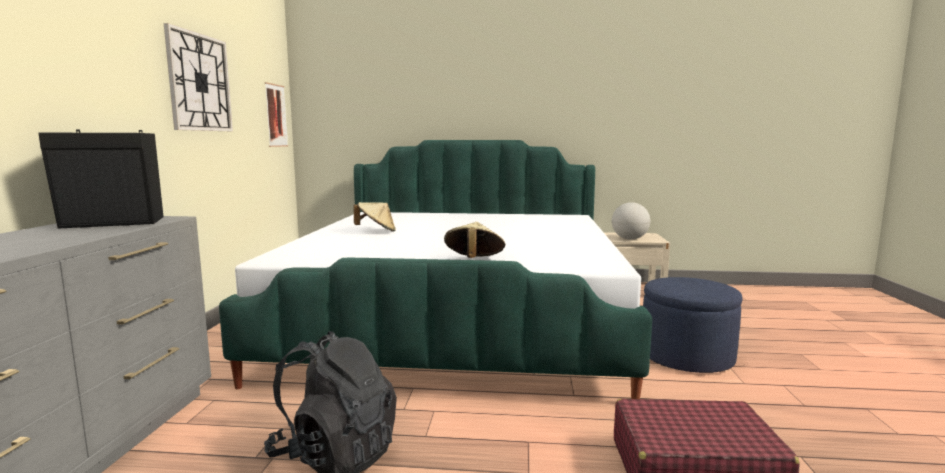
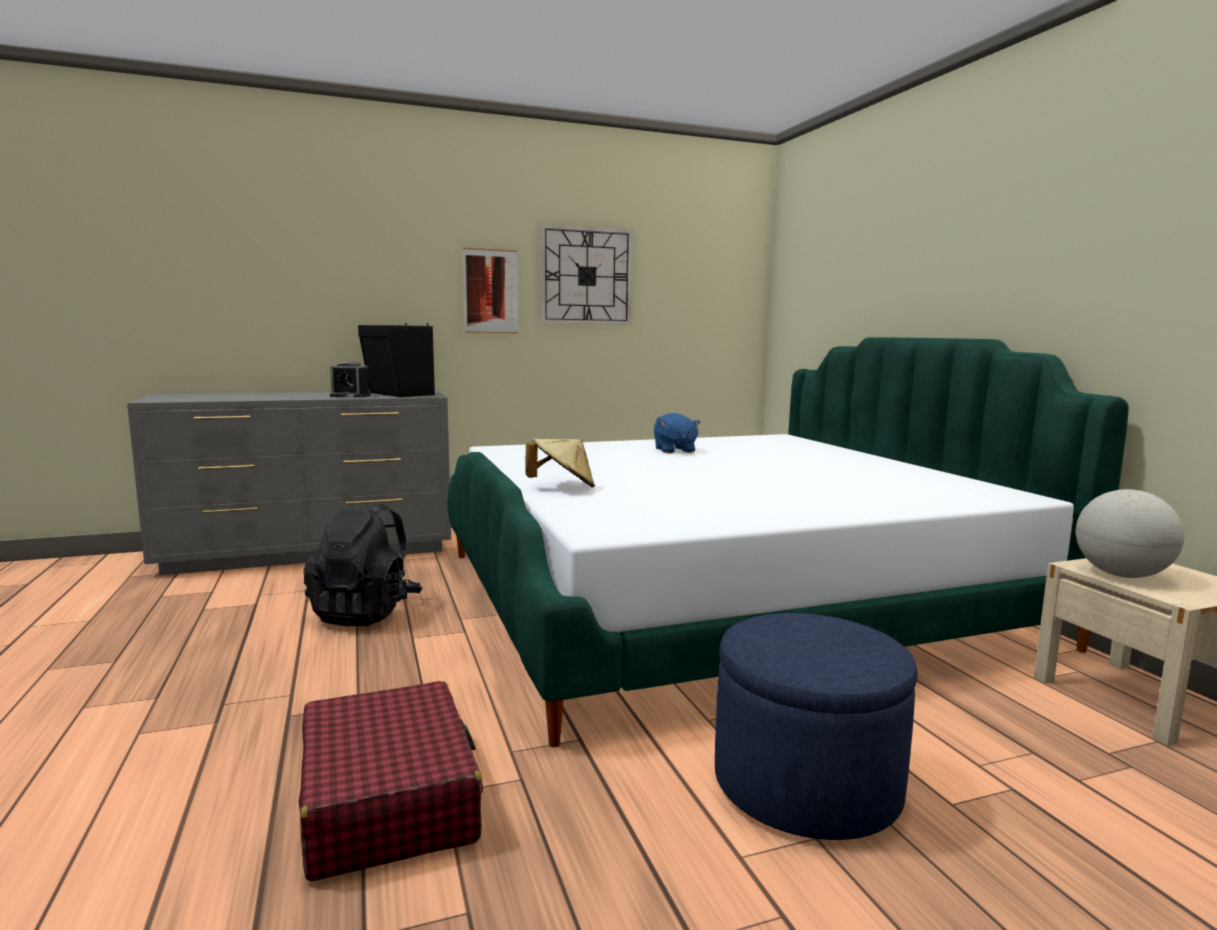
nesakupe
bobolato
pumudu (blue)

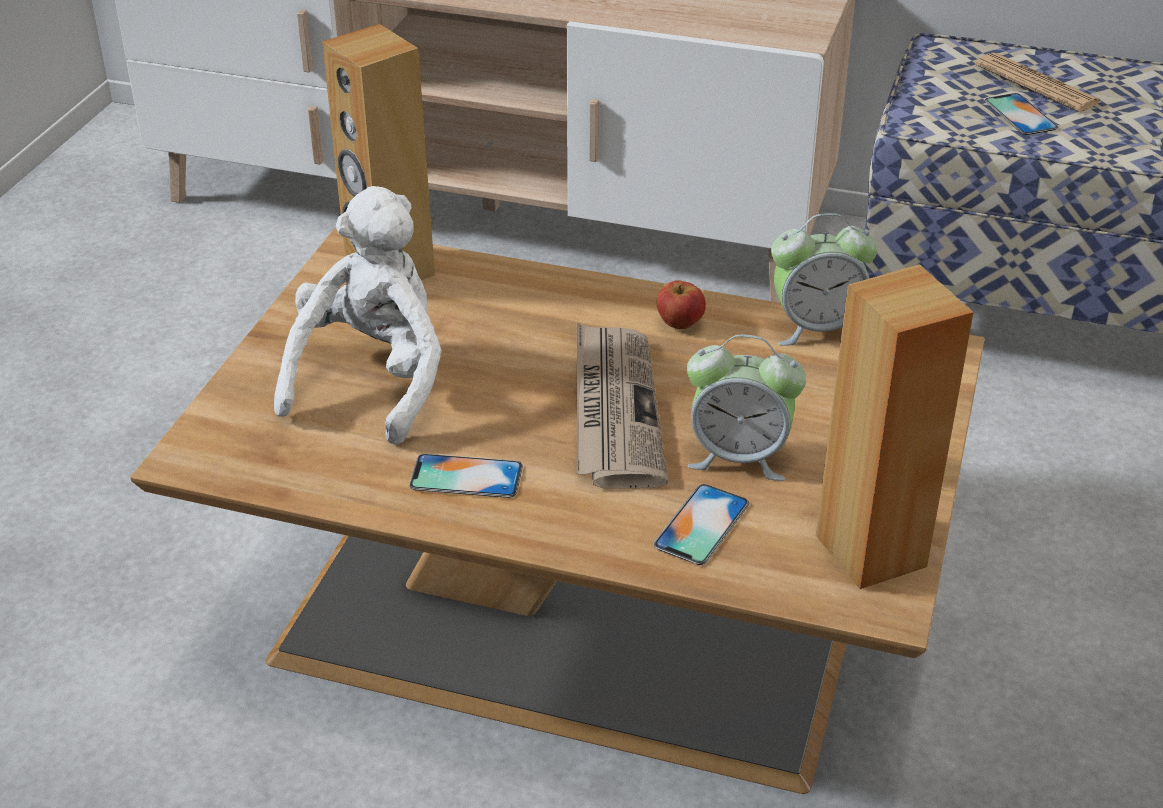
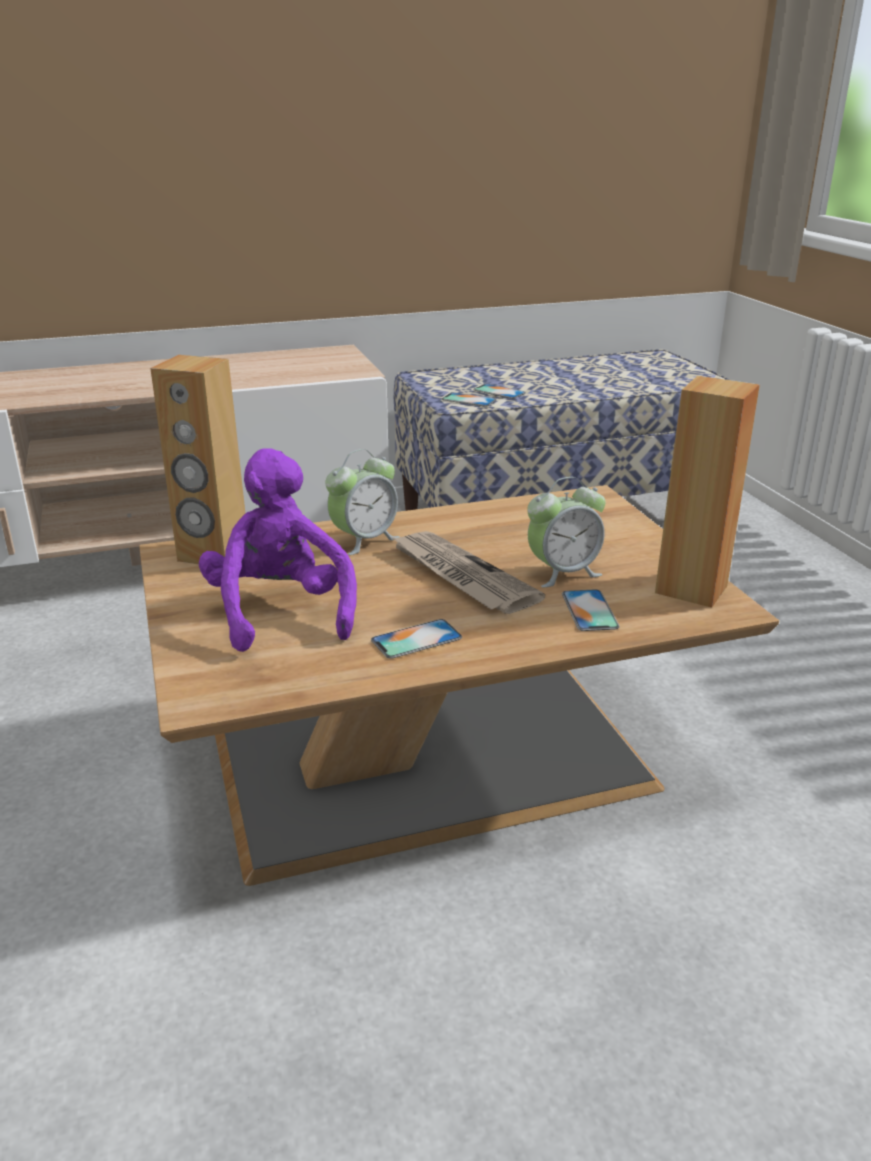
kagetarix
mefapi (2nd from left in the first image)
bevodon (2nd from left)
nesakupe (1st from left)
pumudu (purple)

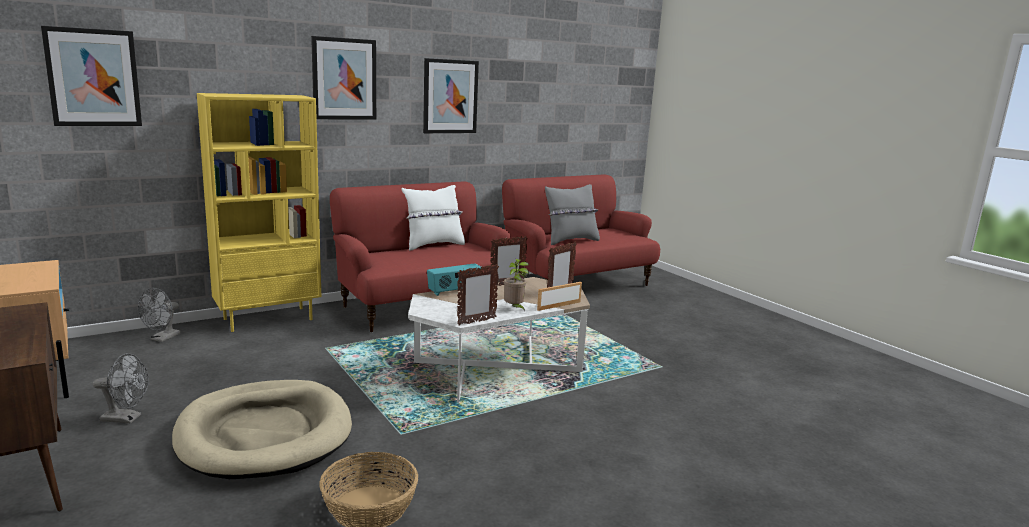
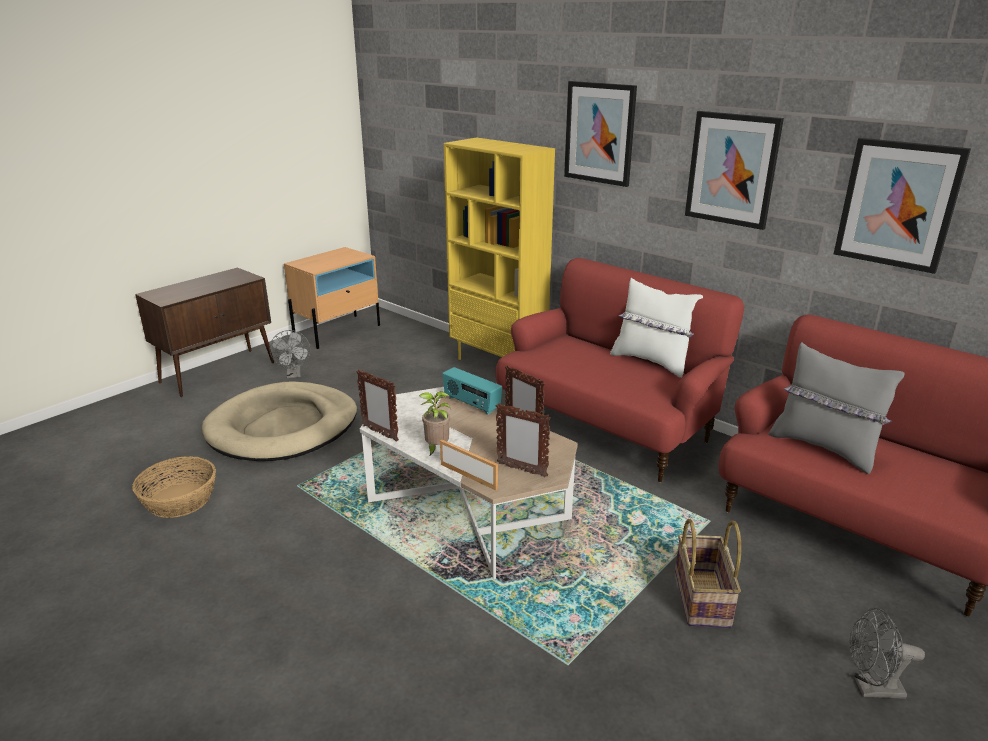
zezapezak (2nd from left)
bobolato (3rd from left)
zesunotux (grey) (2nd from left)

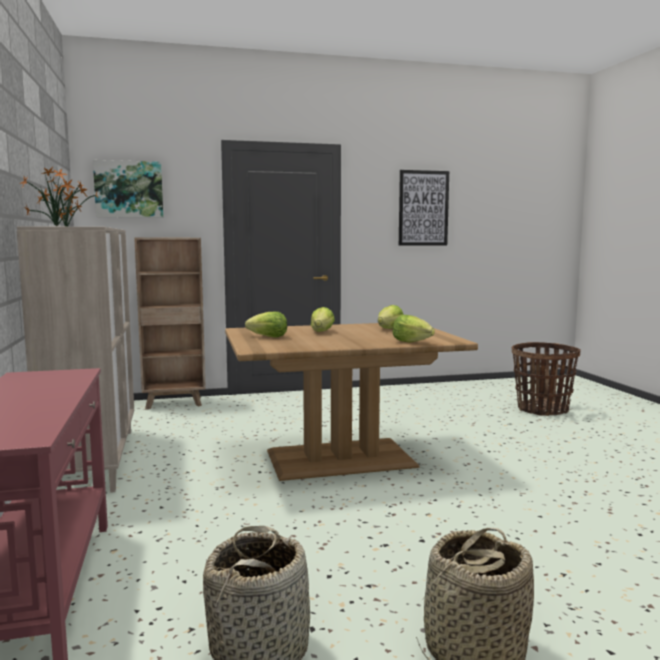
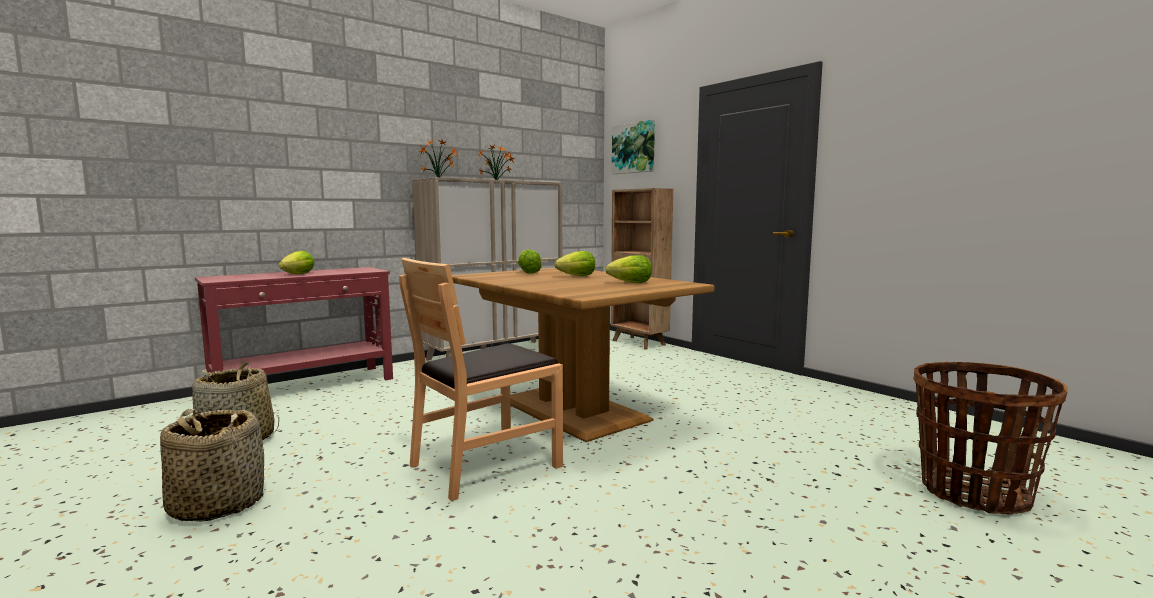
bobolato (2nd from left in the first image)
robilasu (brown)
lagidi (1st from left)

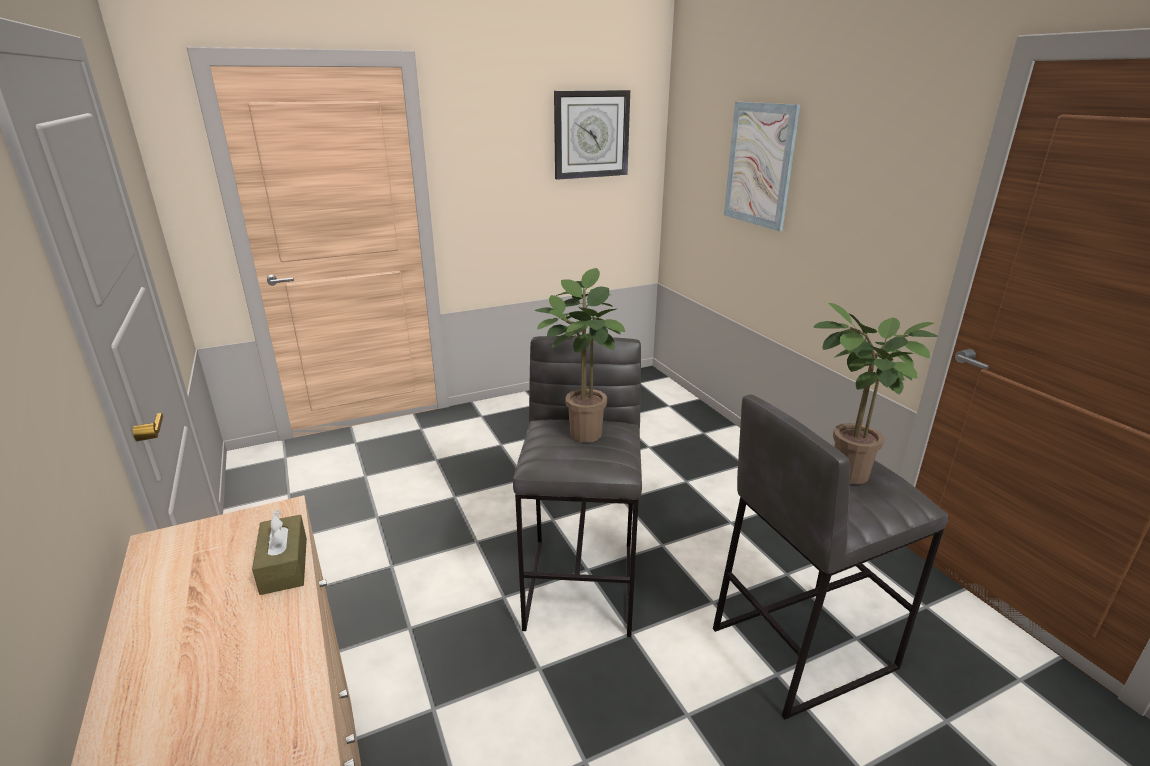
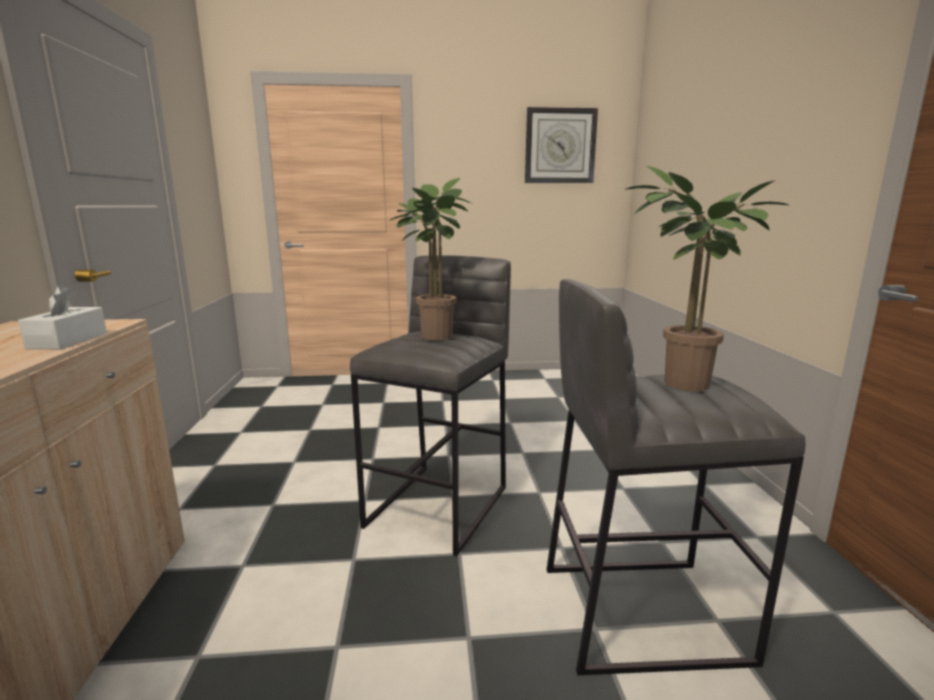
bobolato
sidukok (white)

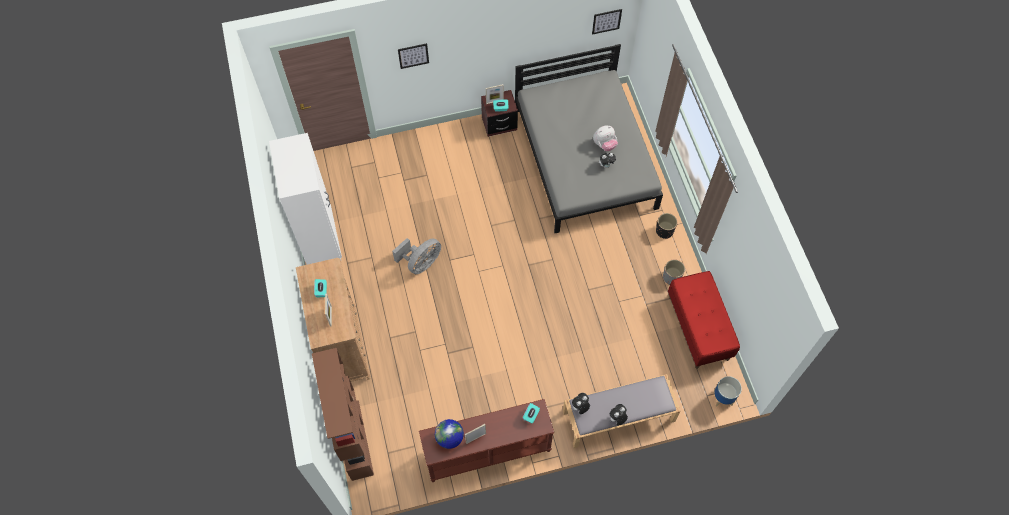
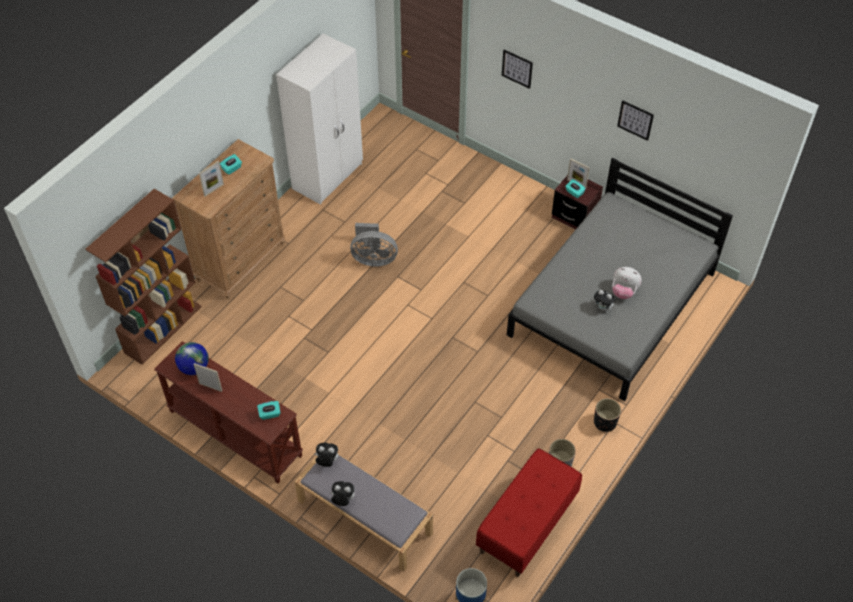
bobolato (2nd from left)

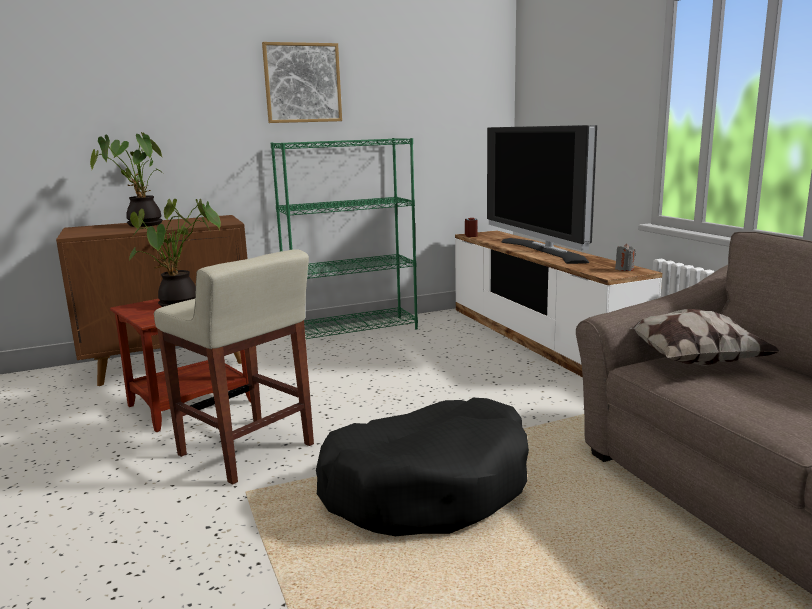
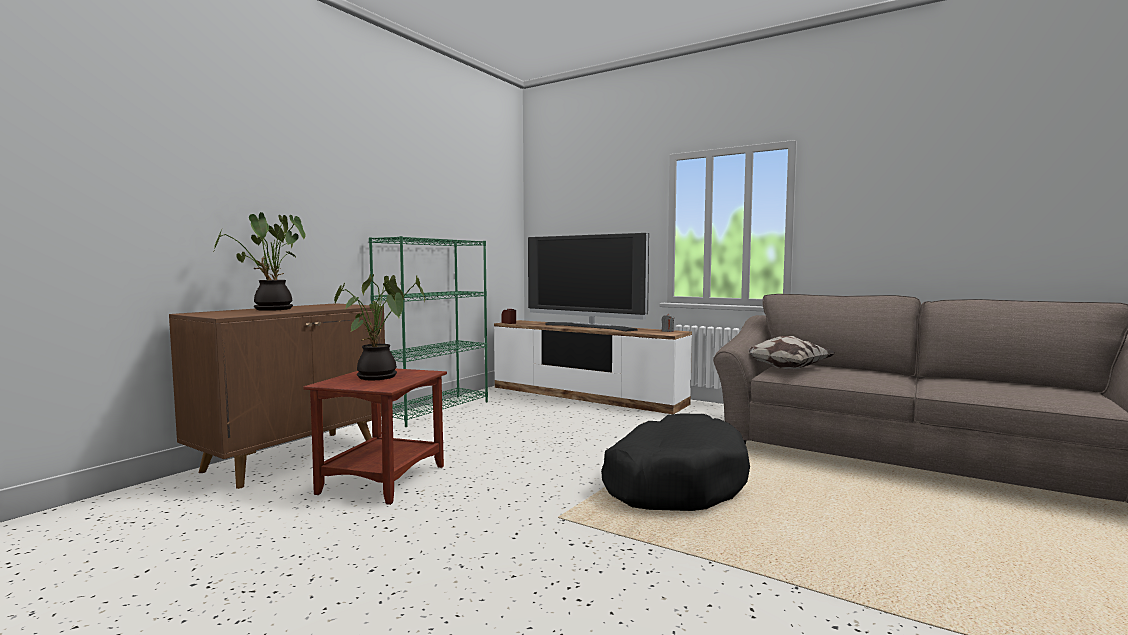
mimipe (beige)
bobolato

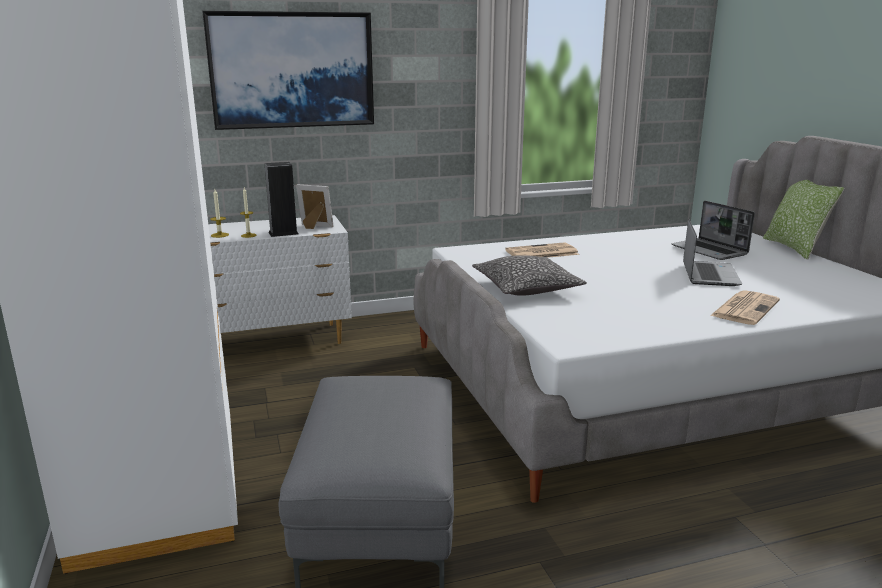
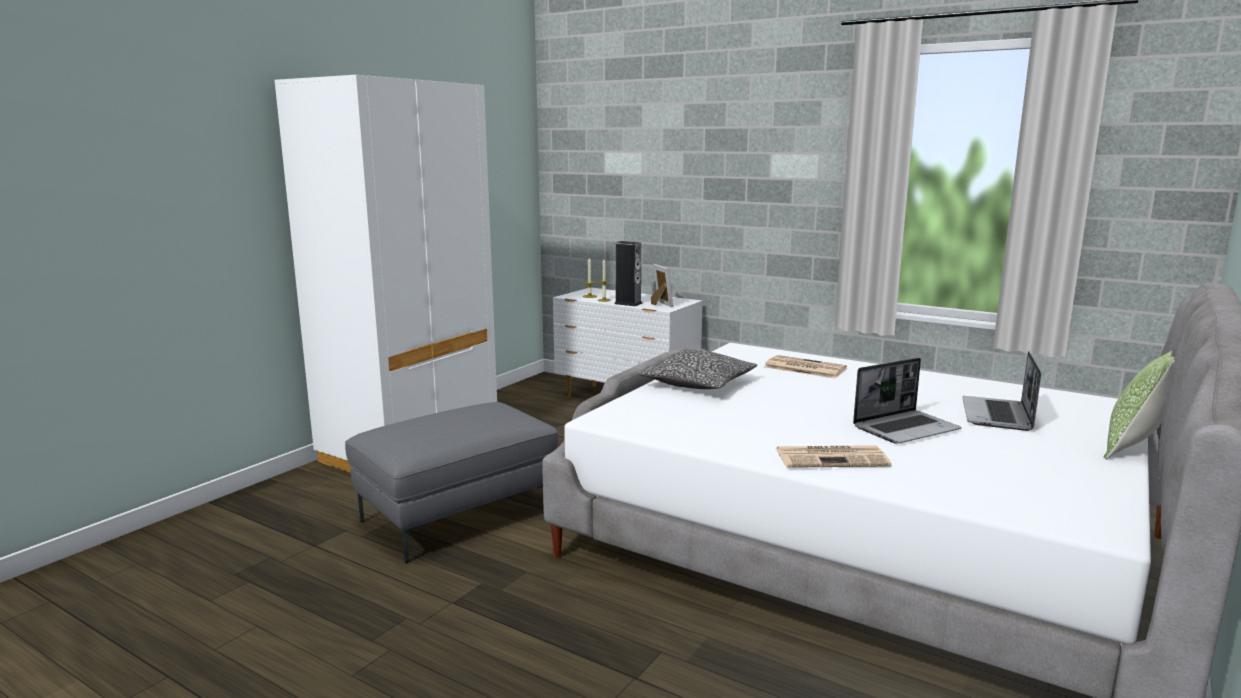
bobolato

